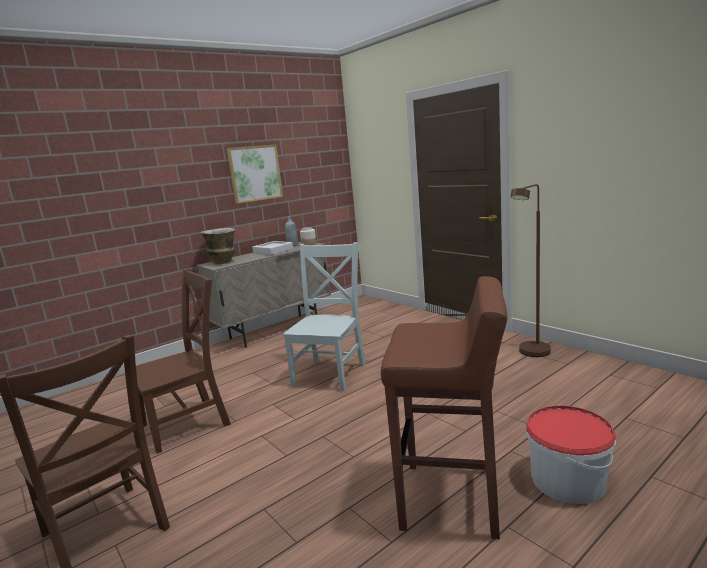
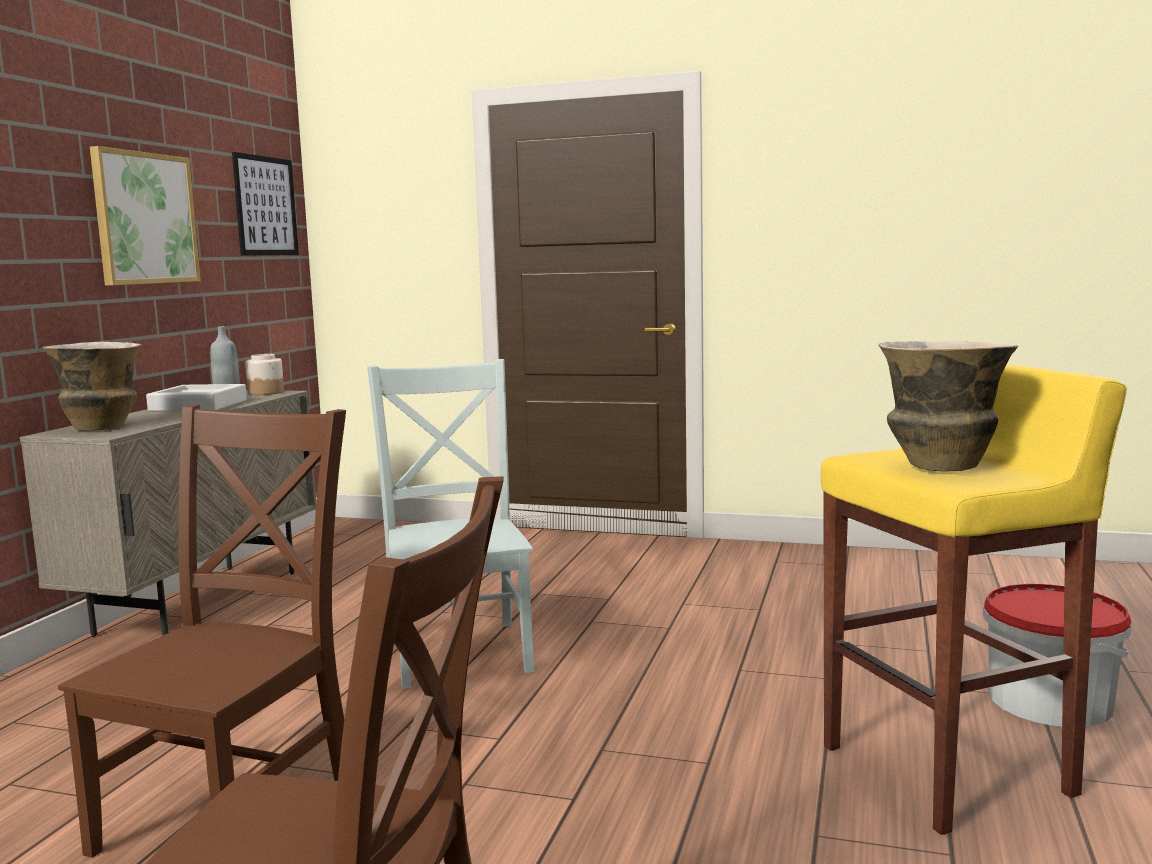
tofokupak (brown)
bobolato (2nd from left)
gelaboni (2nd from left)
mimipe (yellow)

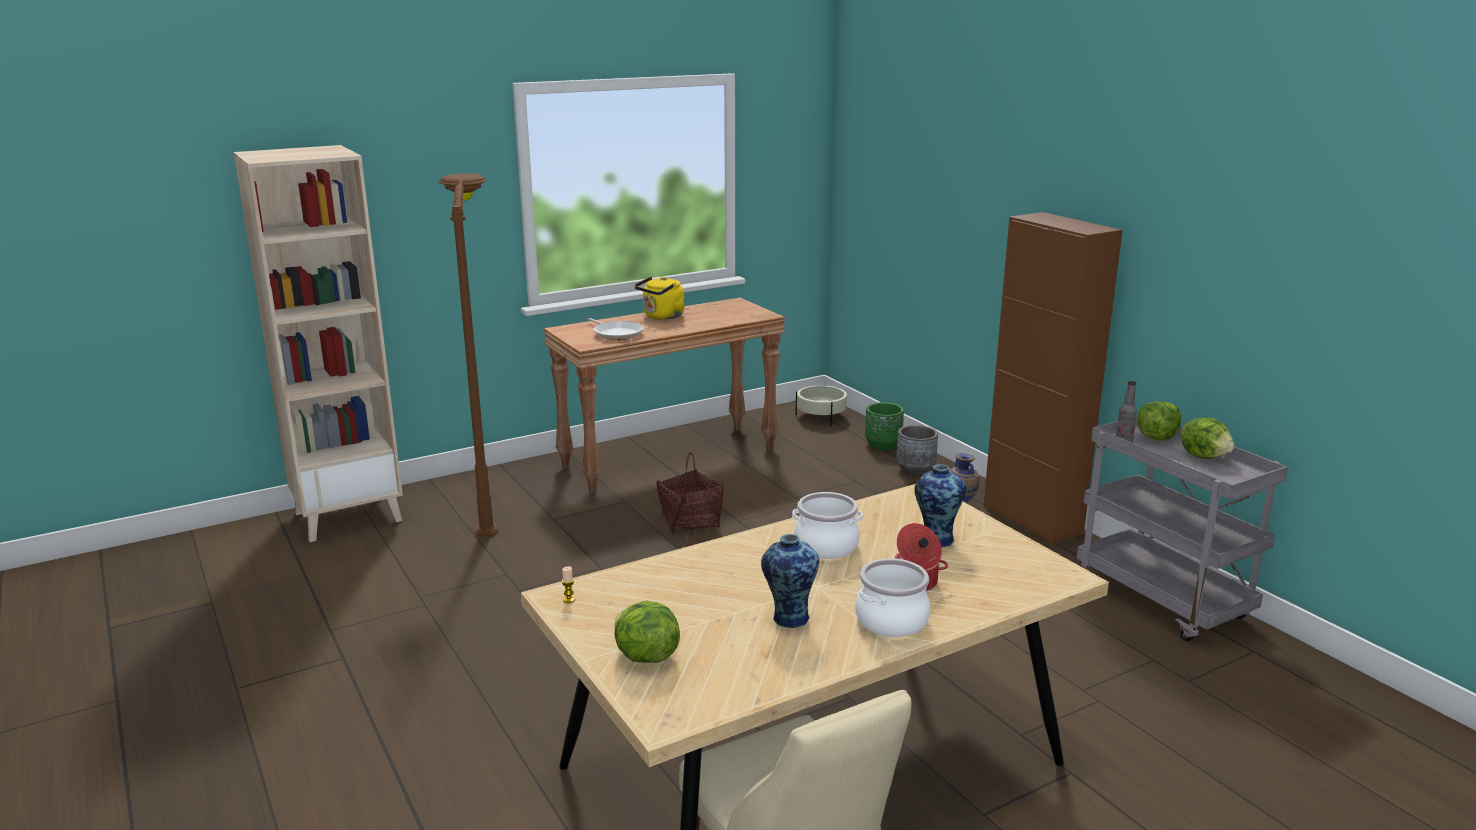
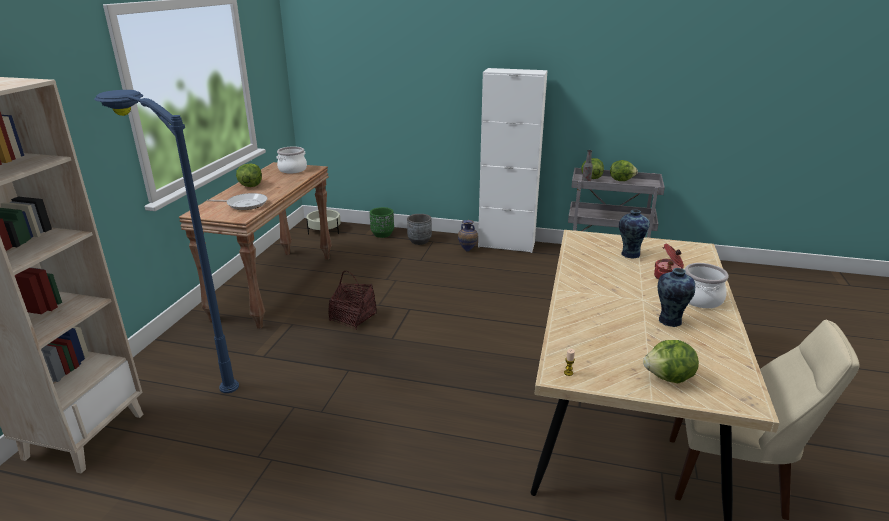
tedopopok (1st from left)
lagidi (1st from left)
tofokupak (blue)
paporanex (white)

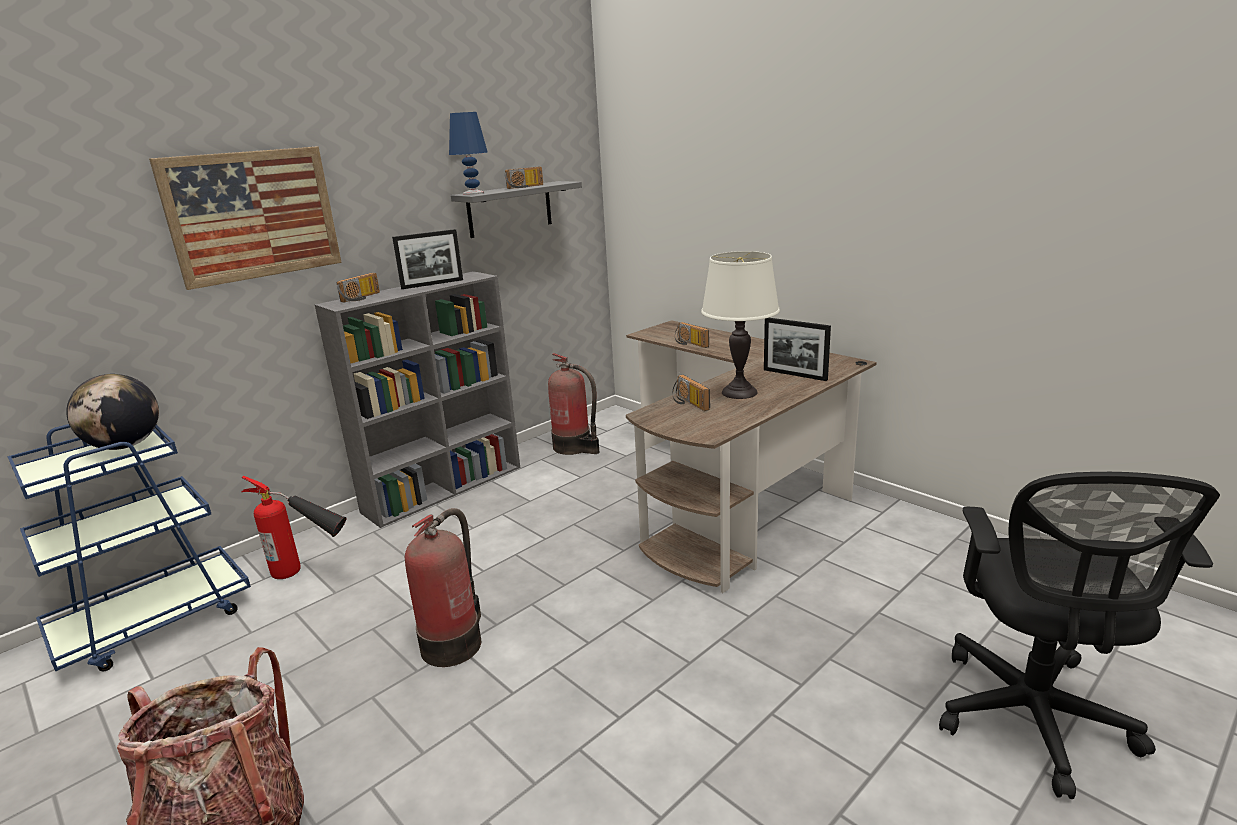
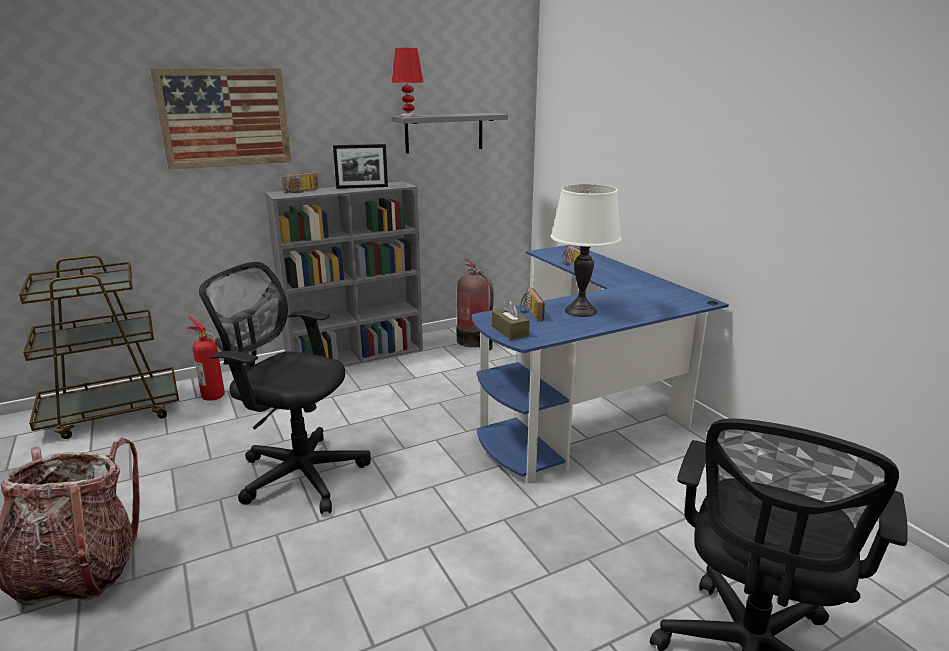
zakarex
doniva (2nd from left in the first image)
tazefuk (2nd from left in the first image)
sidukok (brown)
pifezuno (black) (1st from left)
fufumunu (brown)
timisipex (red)
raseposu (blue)

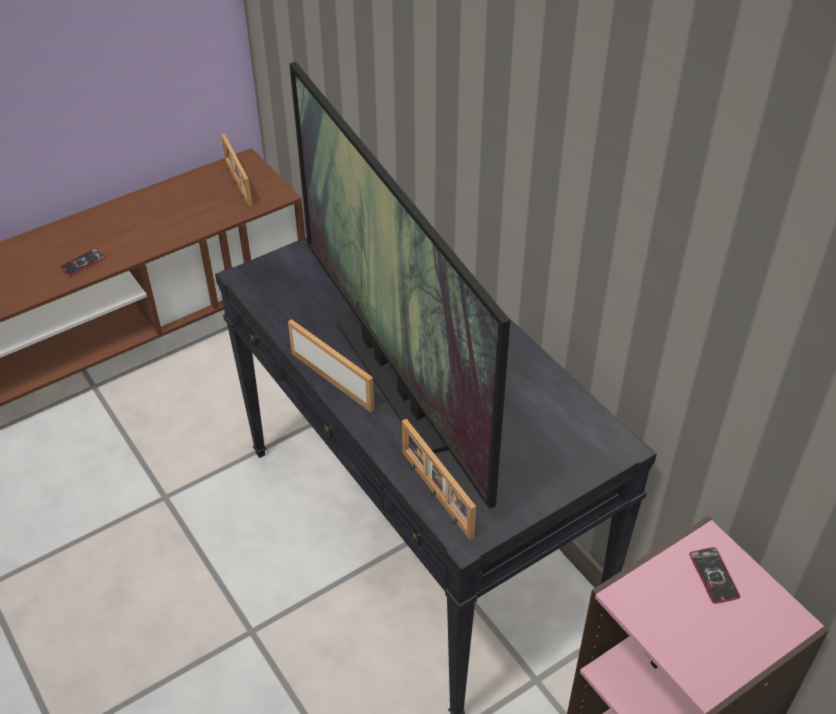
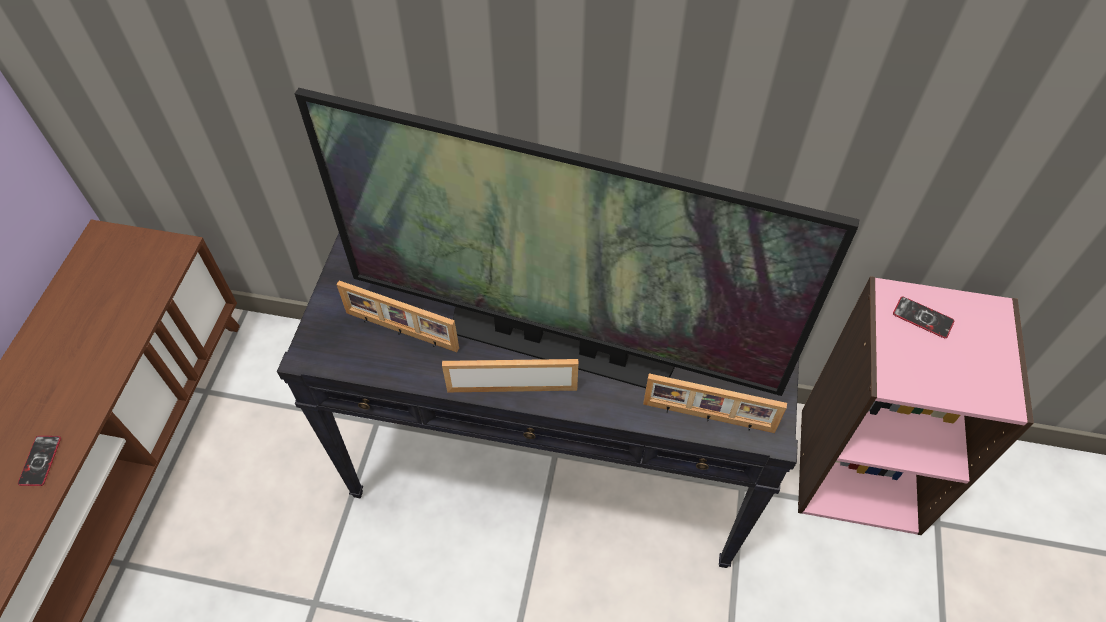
tazefuk (1st from left)

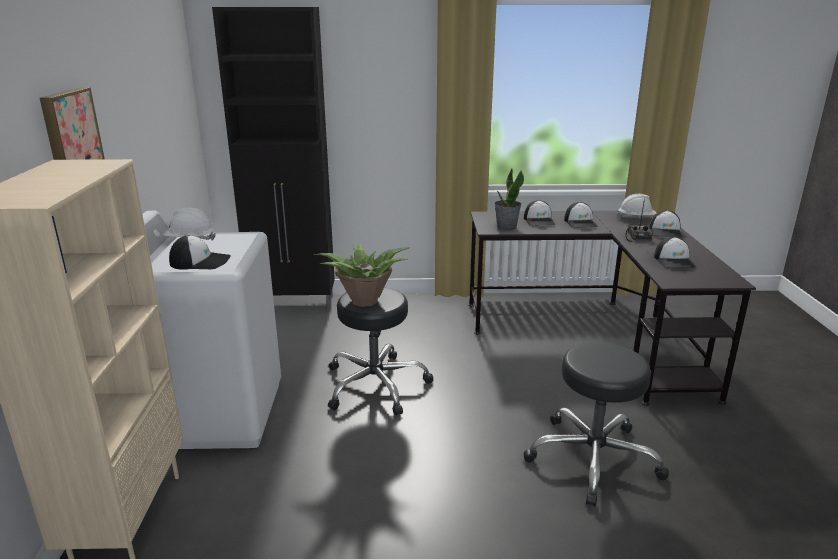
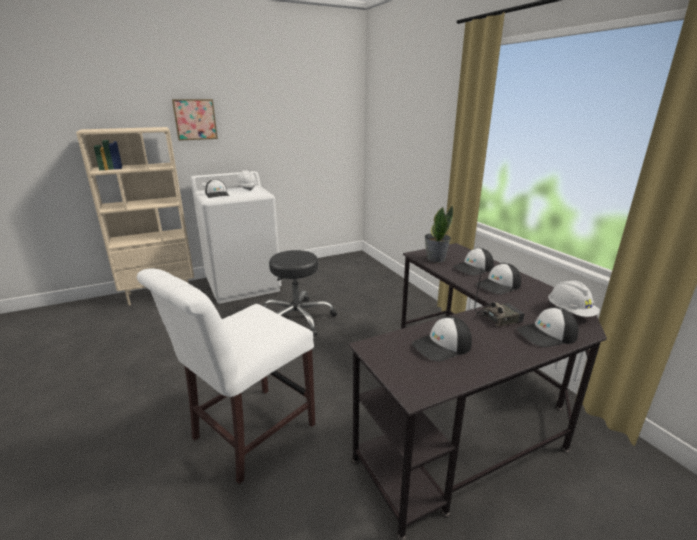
paporanex (black)
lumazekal (1st from left in the first image)
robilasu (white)

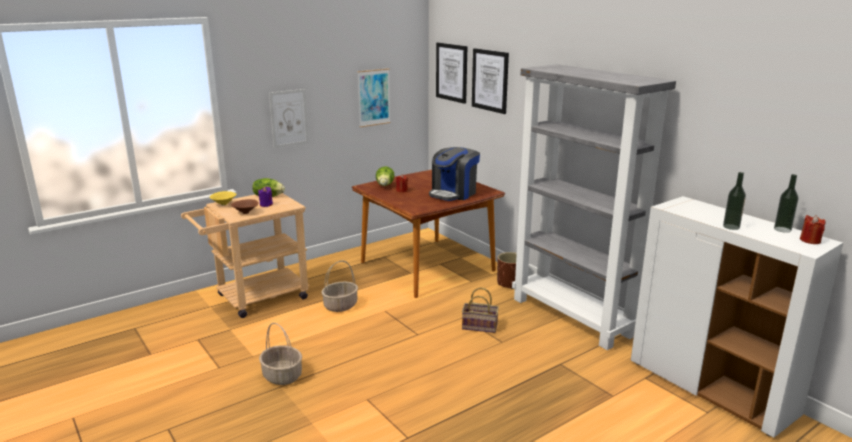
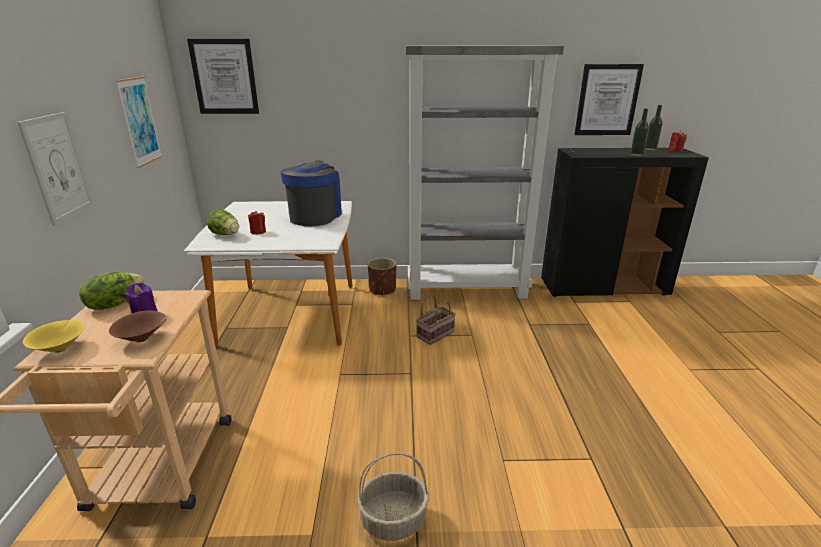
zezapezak (2nd from left in the first image)
bobolato (4th from left)
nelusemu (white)
paporanex (black)
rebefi

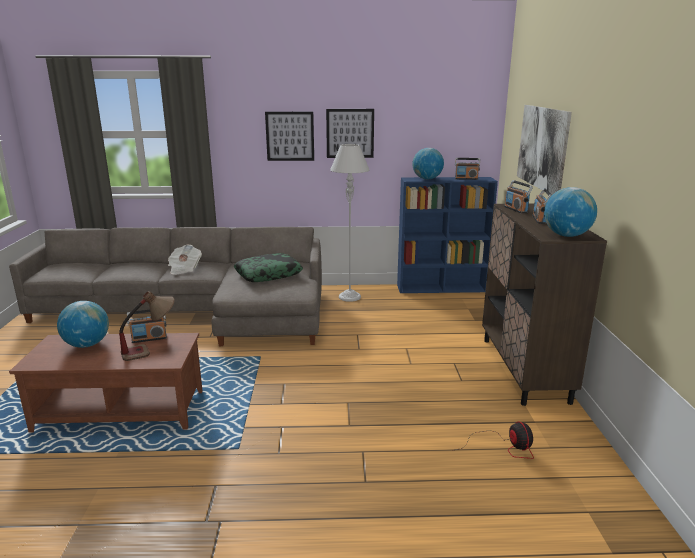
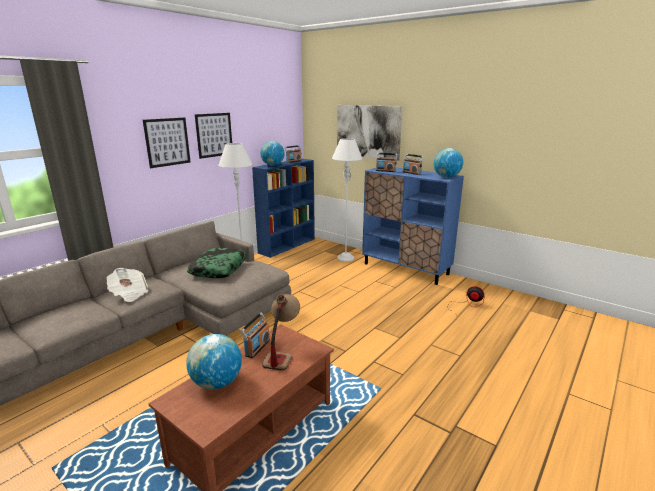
tofokupak (grey) (2nd from left)
paporanex (blue)

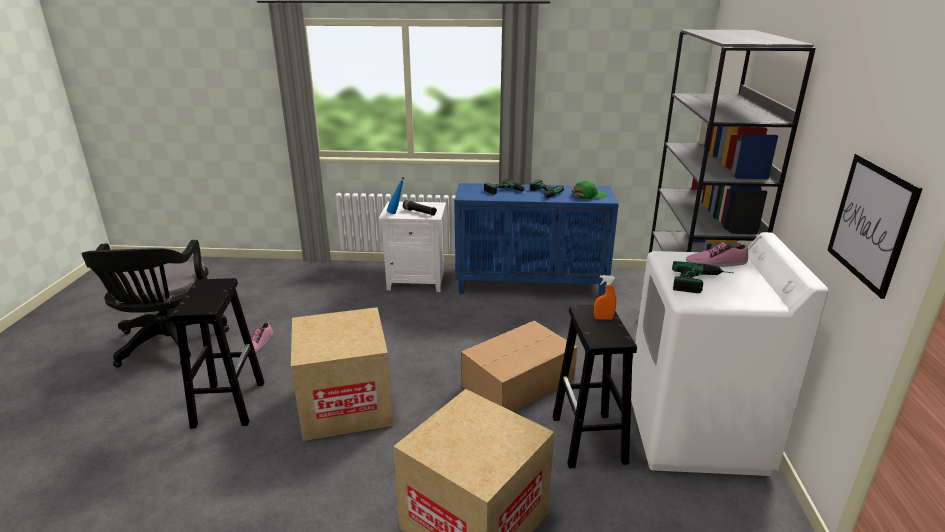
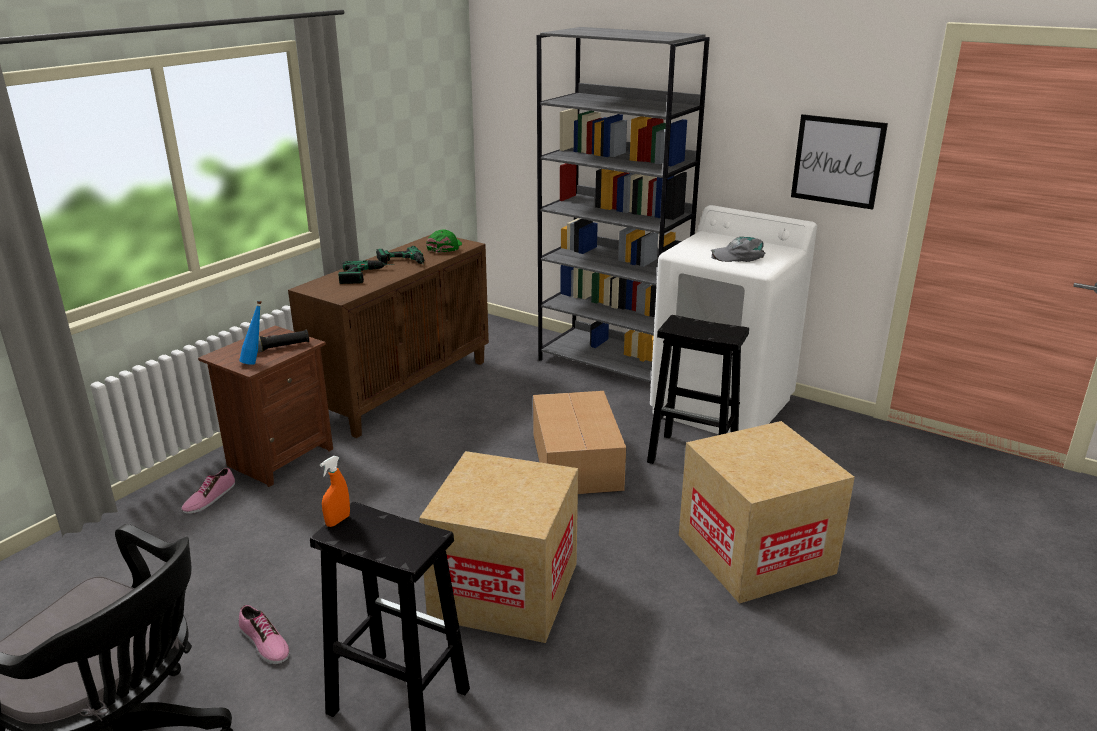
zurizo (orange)
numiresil (1st from left)
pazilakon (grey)
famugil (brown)
paporanex (brown)

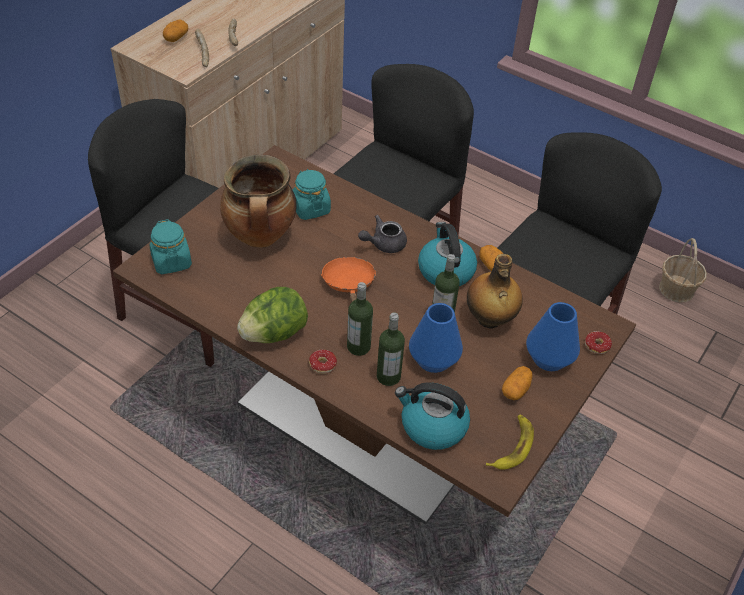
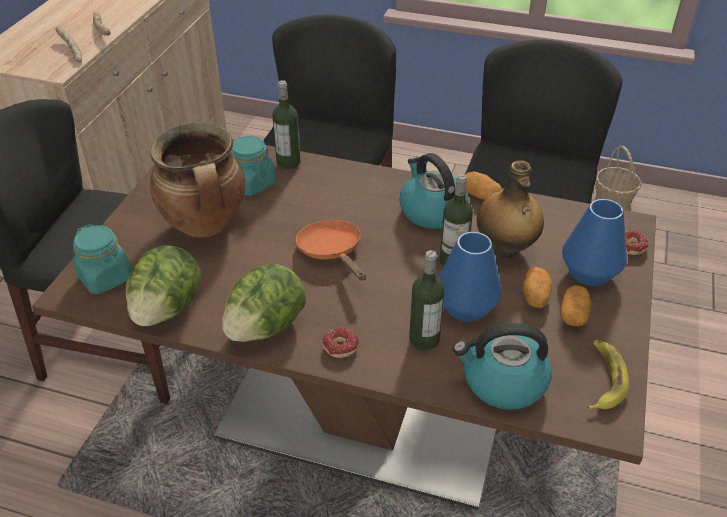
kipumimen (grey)
lagidi (1st from left)
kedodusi (2nd from left)
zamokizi (1st from left)

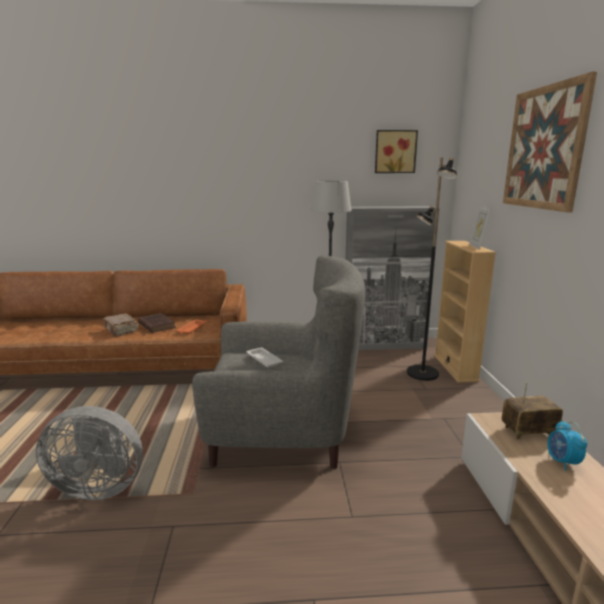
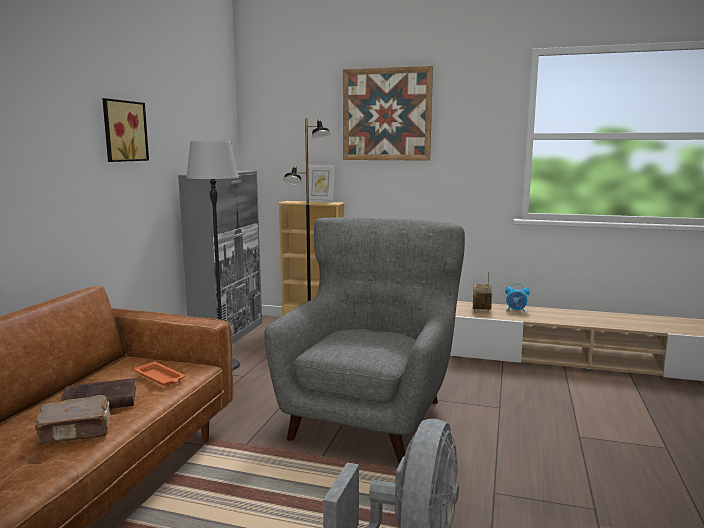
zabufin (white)
bobolato (1st from left)

